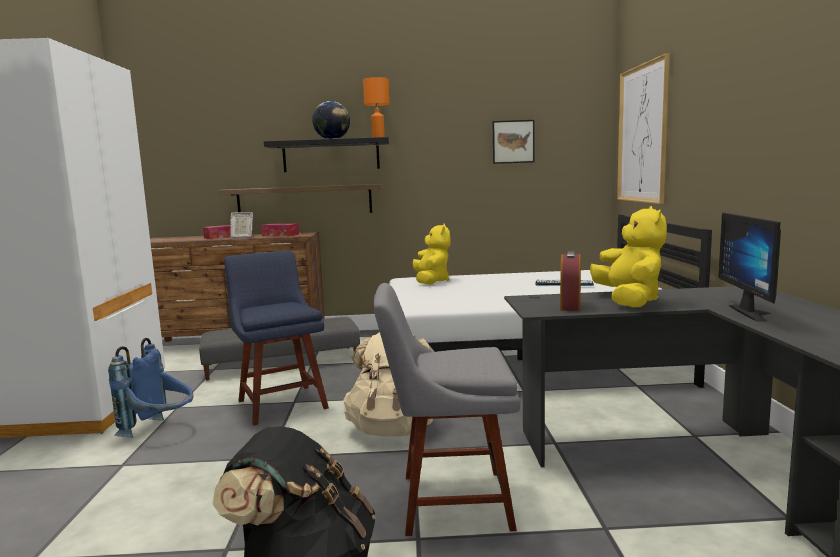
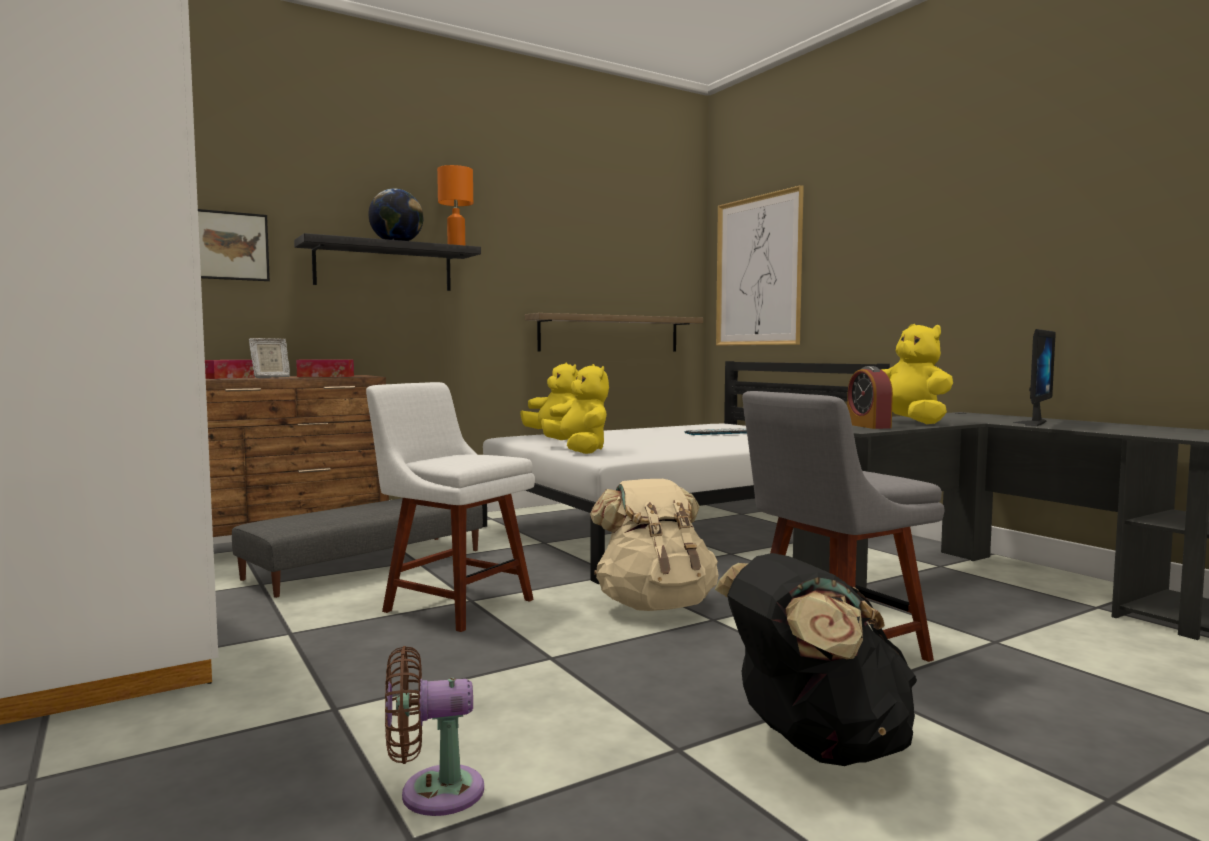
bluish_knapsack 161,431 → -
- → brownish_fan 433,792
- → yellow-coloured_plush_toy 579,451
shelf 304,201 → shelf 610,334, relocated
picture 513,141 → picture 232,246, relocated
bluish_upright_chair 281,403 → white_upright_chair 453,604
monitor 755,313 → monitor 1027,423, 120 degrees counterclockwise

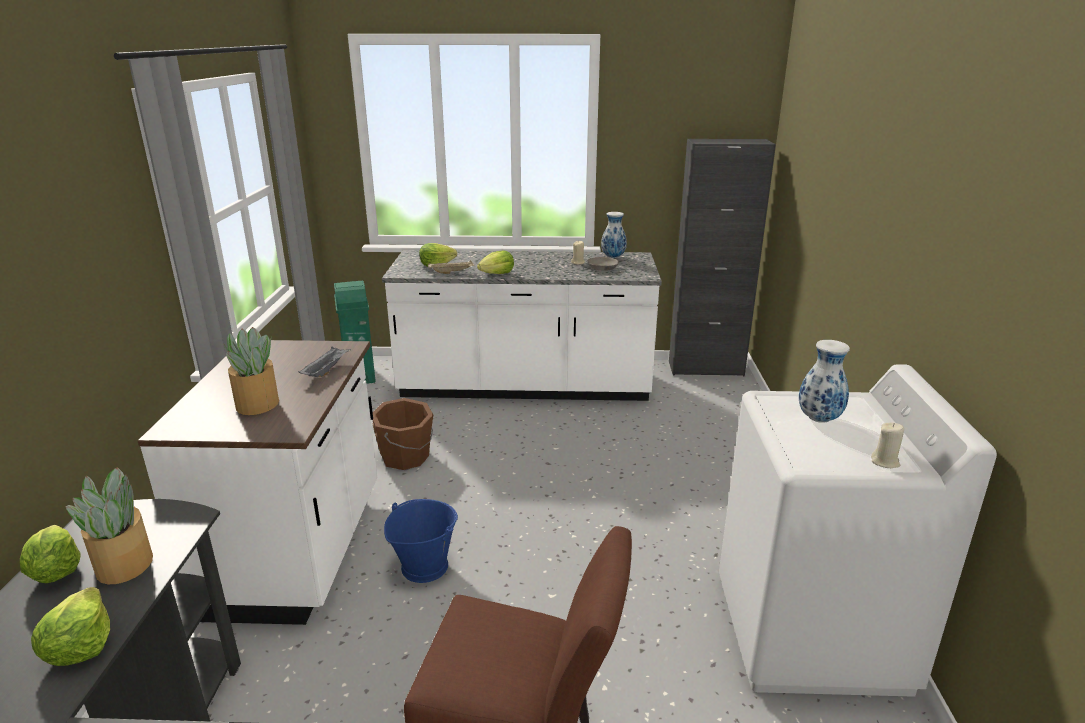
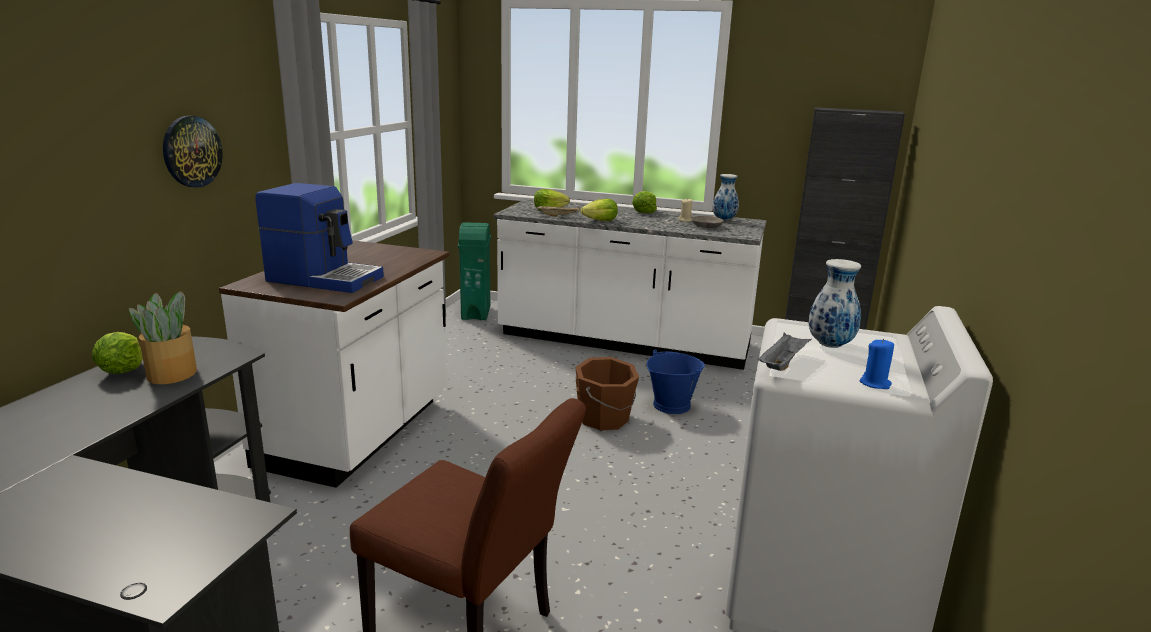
- → clock_on_the_wall 191,151
lettuce 80,645 → lettuce 643,211, relocated
gray_carrying_tray 326,371 → gray_carrying_tray 782,364, relocated
brownish_bucket 406,457 → brownish_bucket 604,418, relocated
bluish_bucket 424,566 → bluish_bucket 671,405, relocated
houseplant 256,404 → coffee_brewer 325,278
beige_wax_candle 885,462 → bluish_wax_candle 875,383

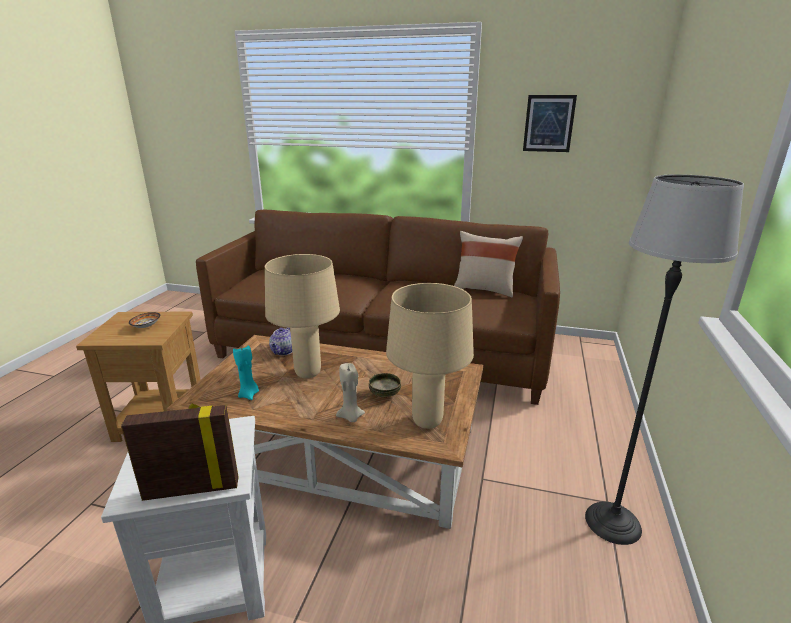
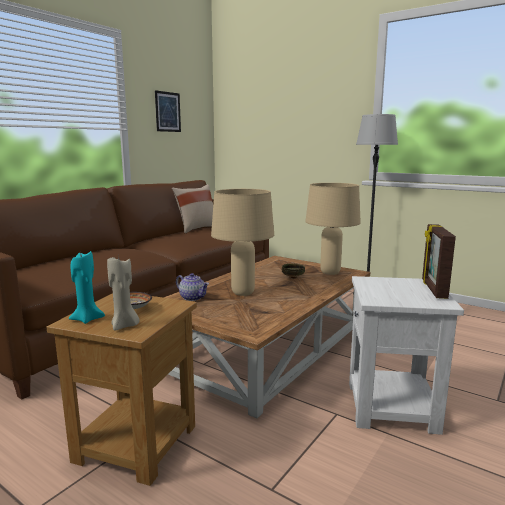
turquoise-coloured_wax_candle 249,395 → turquoise-coloured_wax_candle 87,319, relocated
beige_wax_candle 351,417 → beige_wax_candle 124,326, relocated

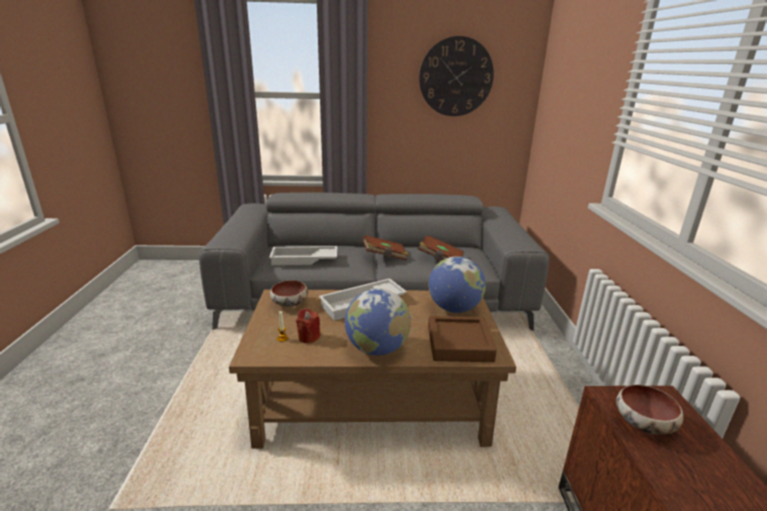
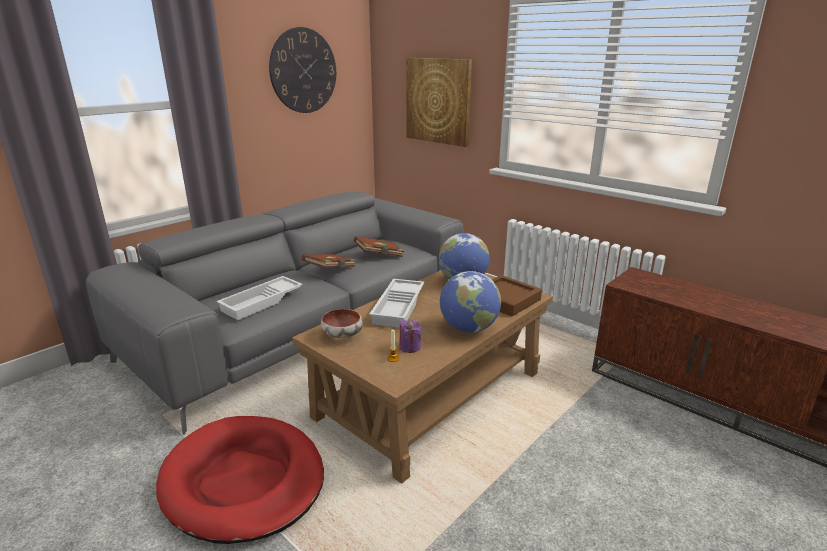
bowl 643,424 → -
- → red-coloured_dog_cushion 244,481
- → picture 438,101
red-coloured_wax_candle 308,337 → purple_wax_candle 410,347

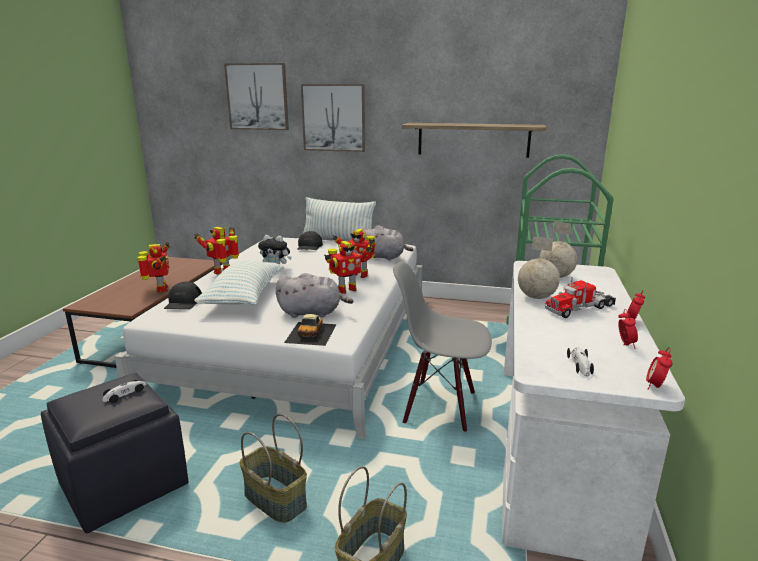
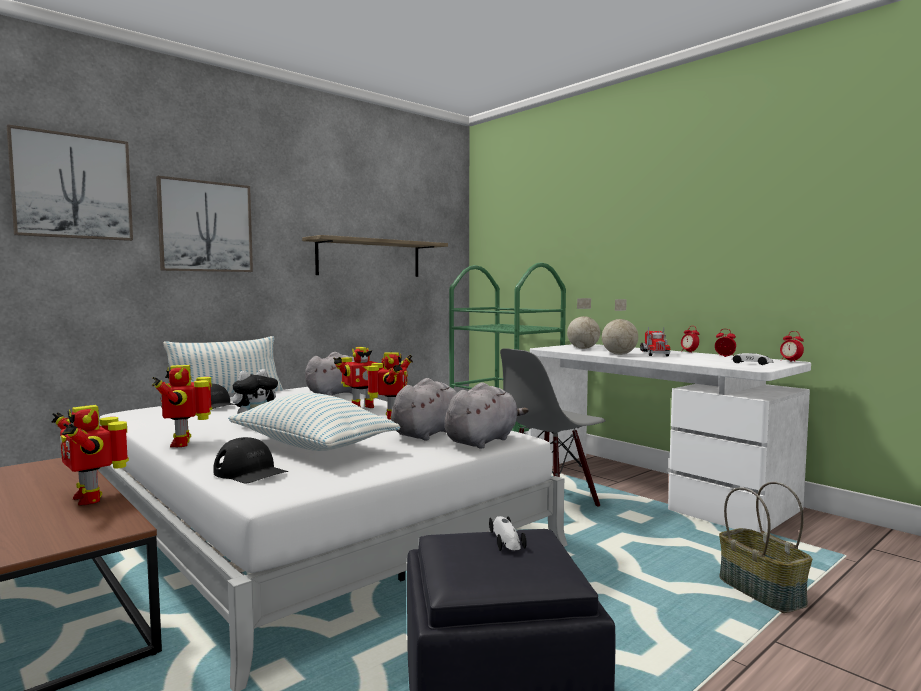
storage_basket 274,500 → -
model_car 311,333 → gray_plush_toy 483,441
model_robot 160,289 → model_robot 91,498, 150 degrees counterclockwise

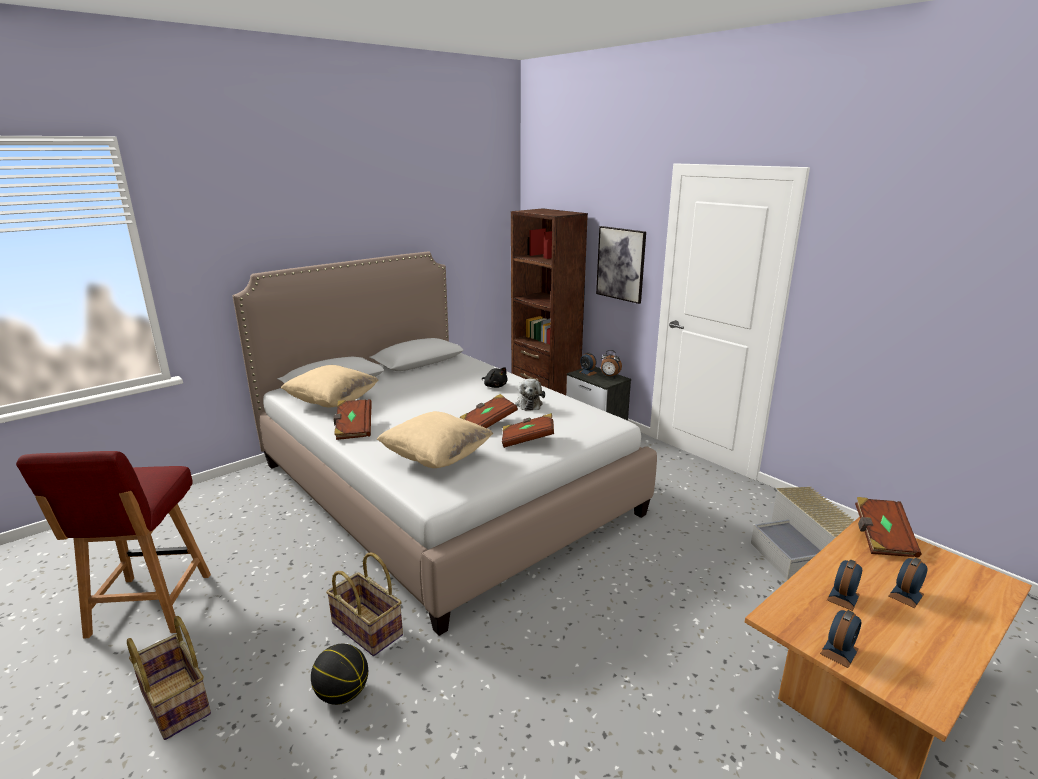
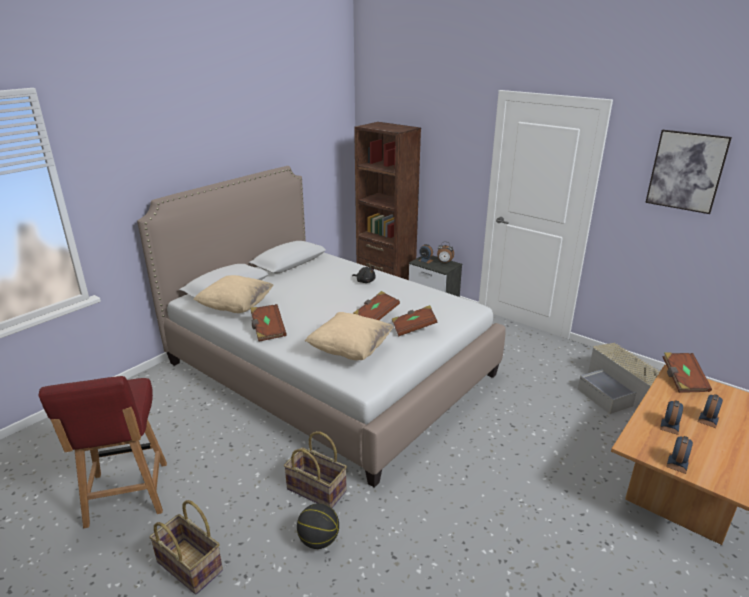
plush_toy 528,404 → -
picture 621,264 → picture 686,171, relocated

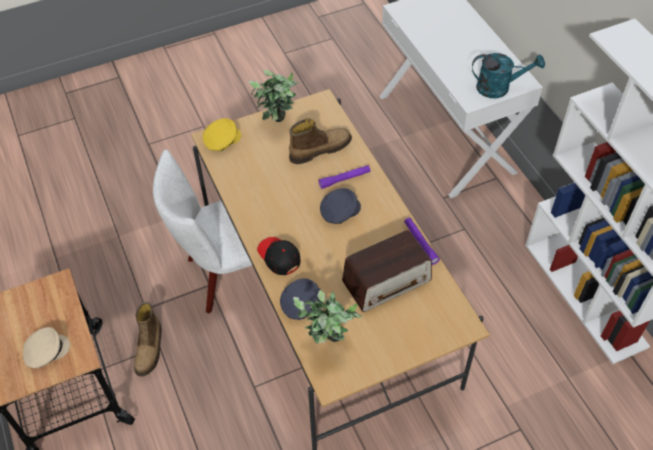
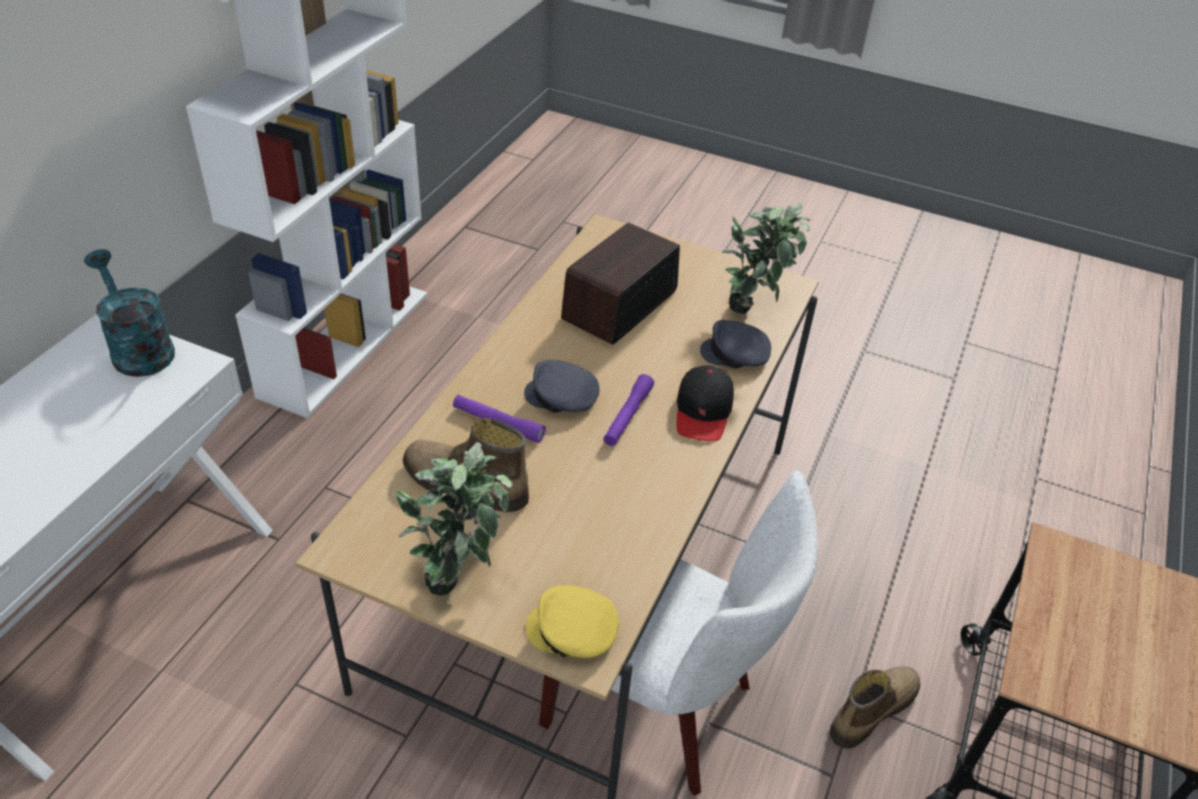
beige_cap 46,351 → -
purple_flashlight 420,243 → purple_flashlight 627,416, relocated
radio_set 387,281 → radio_set 619,305, 75 degrees counterclockwise

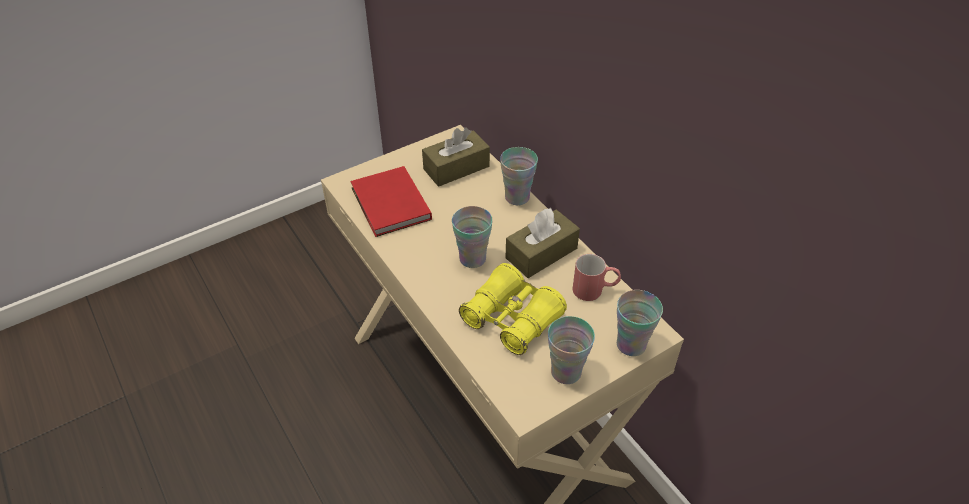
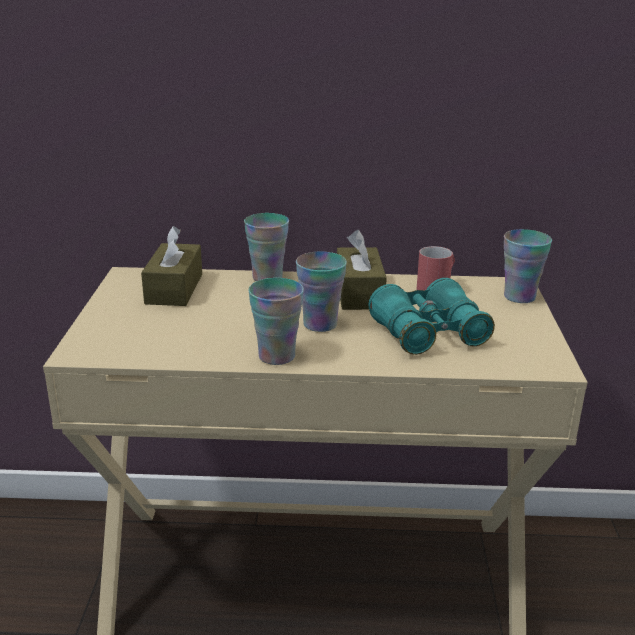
red-coloured_bound_book 390,205 → -
cup 566,372 → cup 276,356, relocated
yellow-coloured_binoculars 511,319 → turquoise-coloured_binoculars 428,334

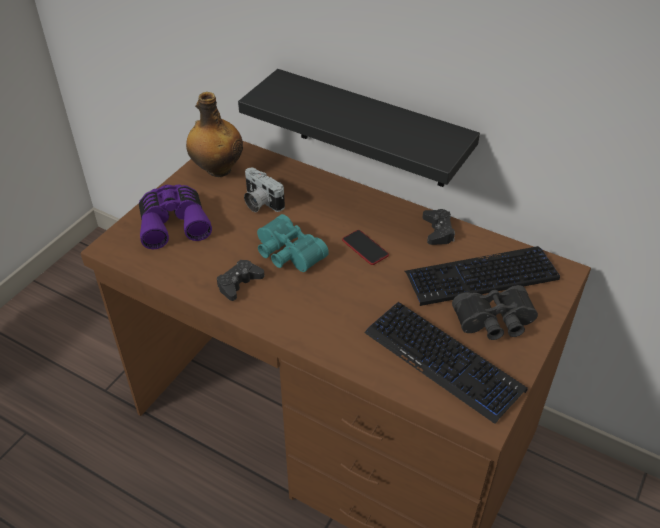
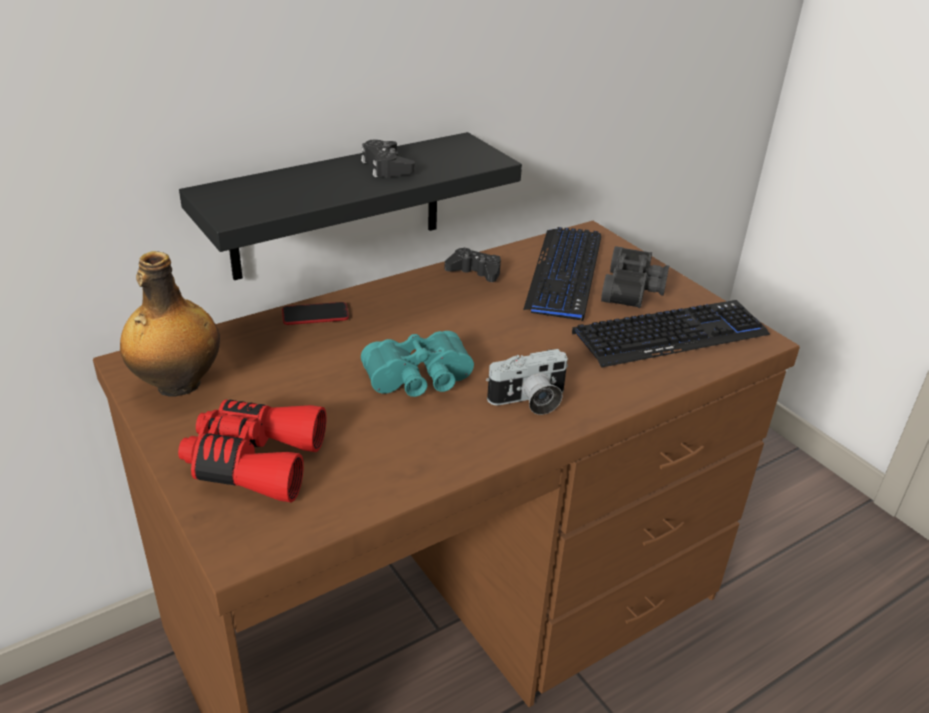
black-coloured_joypad 239,283 → black-coloured_joypad 386,166, relocated
still_camera 260,202 → still_camera 529,401, relocated
telephone 365,248 → telephone 315,315, relocated
purple_binoculars 173,223 → red-coloured_binoculars 253,462

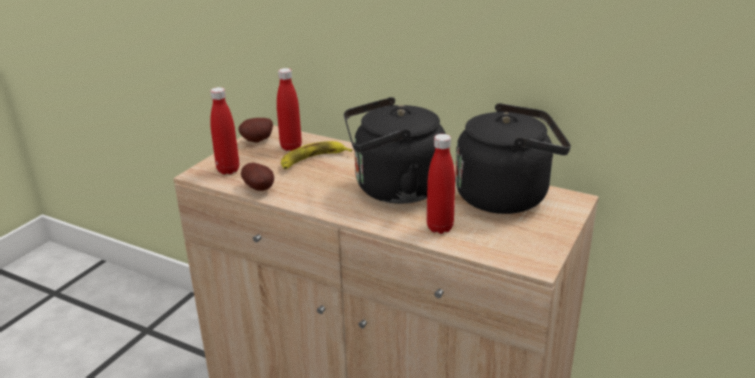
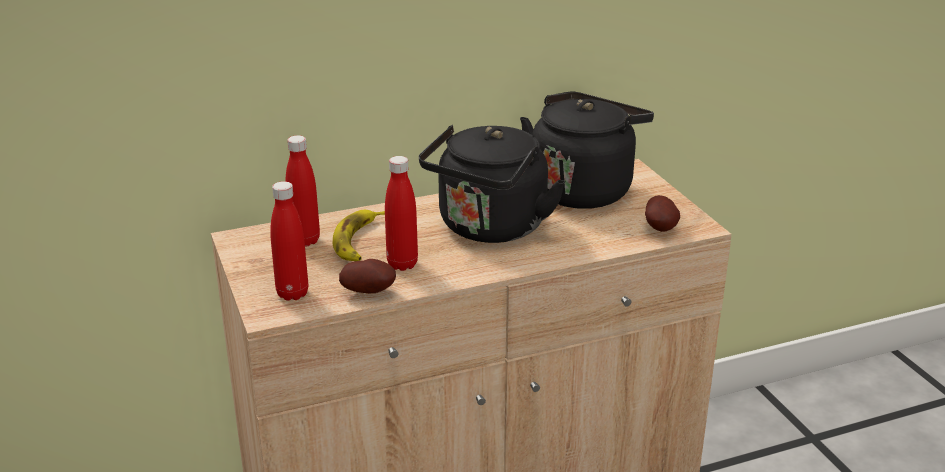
spud 258,141 → spud 661,229, relocated
red-coloured_drink_bottle 439,228 → red-coloured_drink_bottle 402,264, relocated

